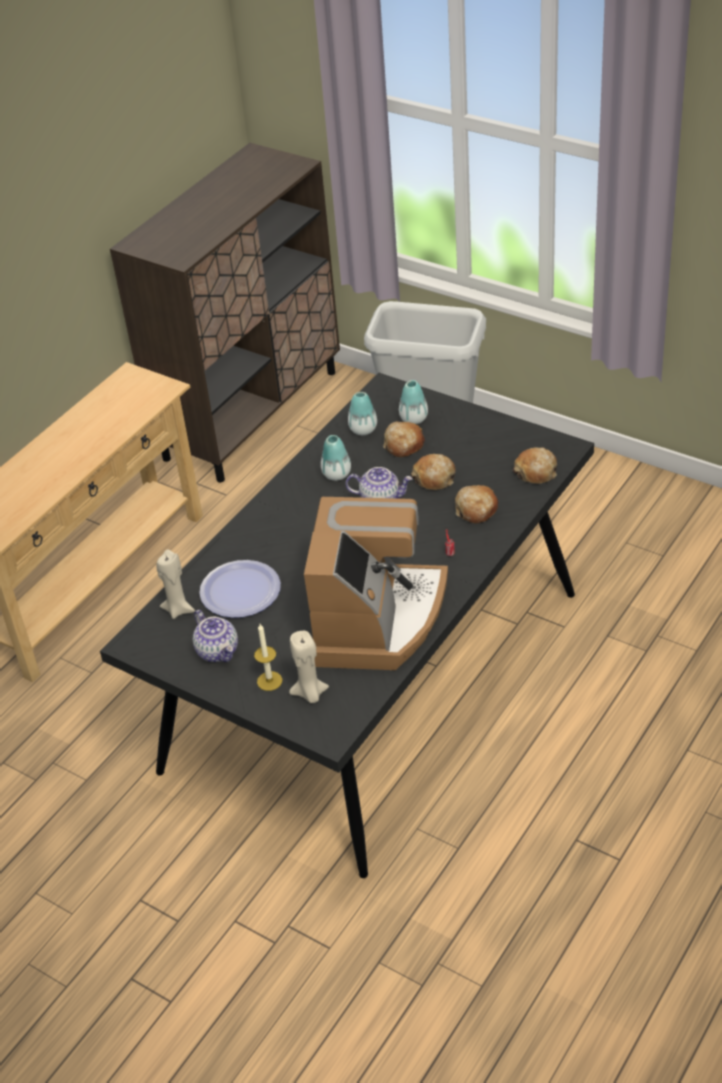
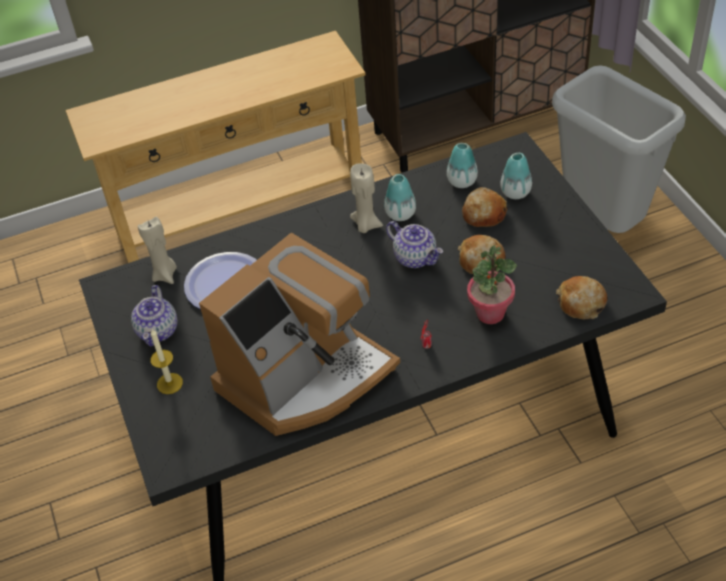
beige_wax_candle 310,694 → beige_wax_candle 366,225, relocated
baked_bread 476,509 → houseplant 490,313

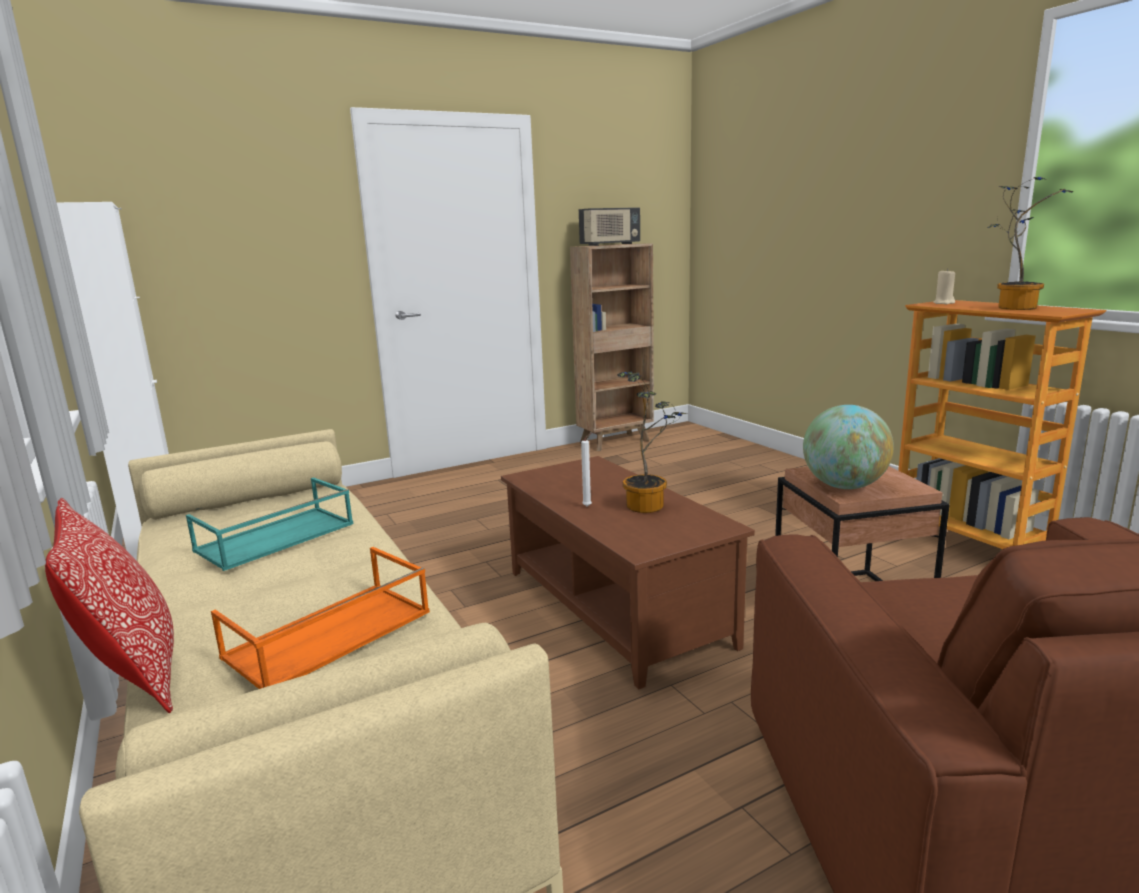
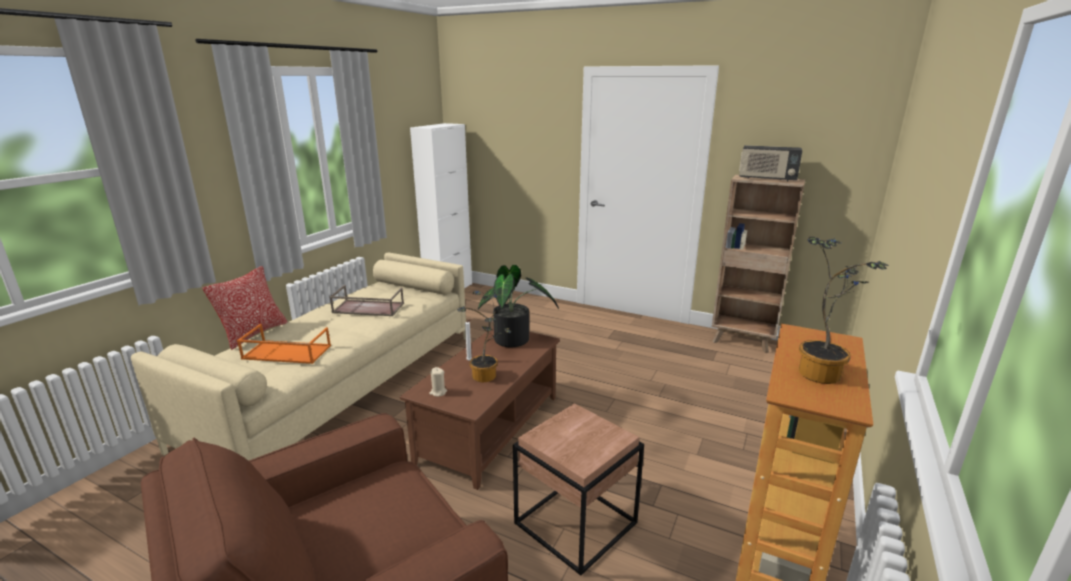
world_globe 844,486 → -
- → houseplant 515,341
beige_wax_candle 943,303 → beige_wax_candle 438,392, relocated
turquoise-coloured_carrying_tray 275,538 → brownish_carrying_tray 367,308

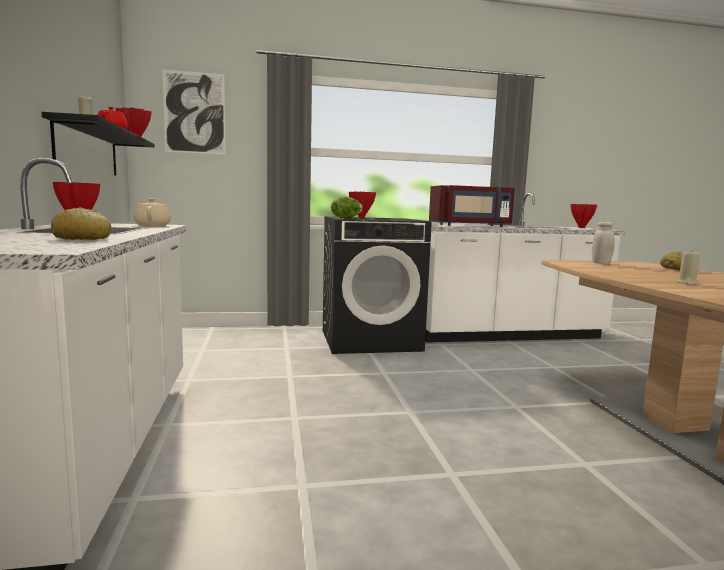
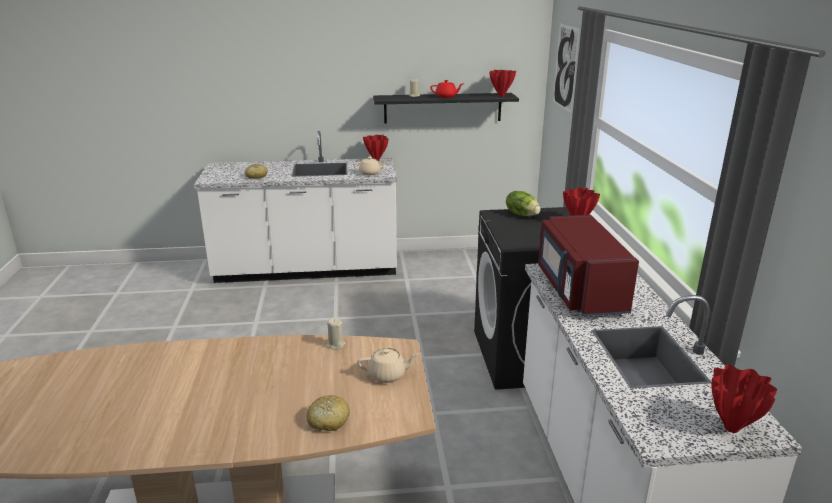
beige_wax_candle 687,283 → beige_wax_candle 335,345, relocated
white_storage_jar 601,263 → beige_pot_for_tea 387,375

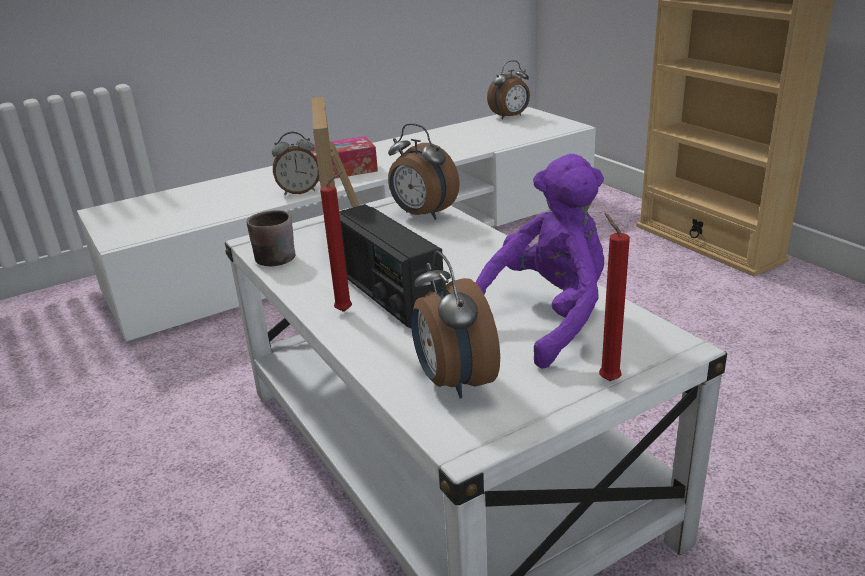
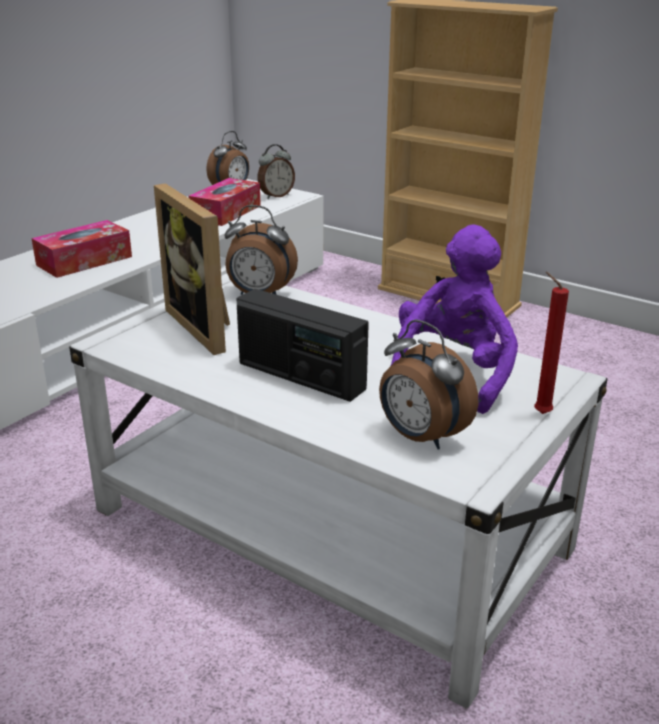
brownish_mug 271,256 → -
red-coloured_wax_candle 347,311 → -
- → box_of_tissues 226,212
bedside_clock 299,191 → bedside_clock 276,196, relocated

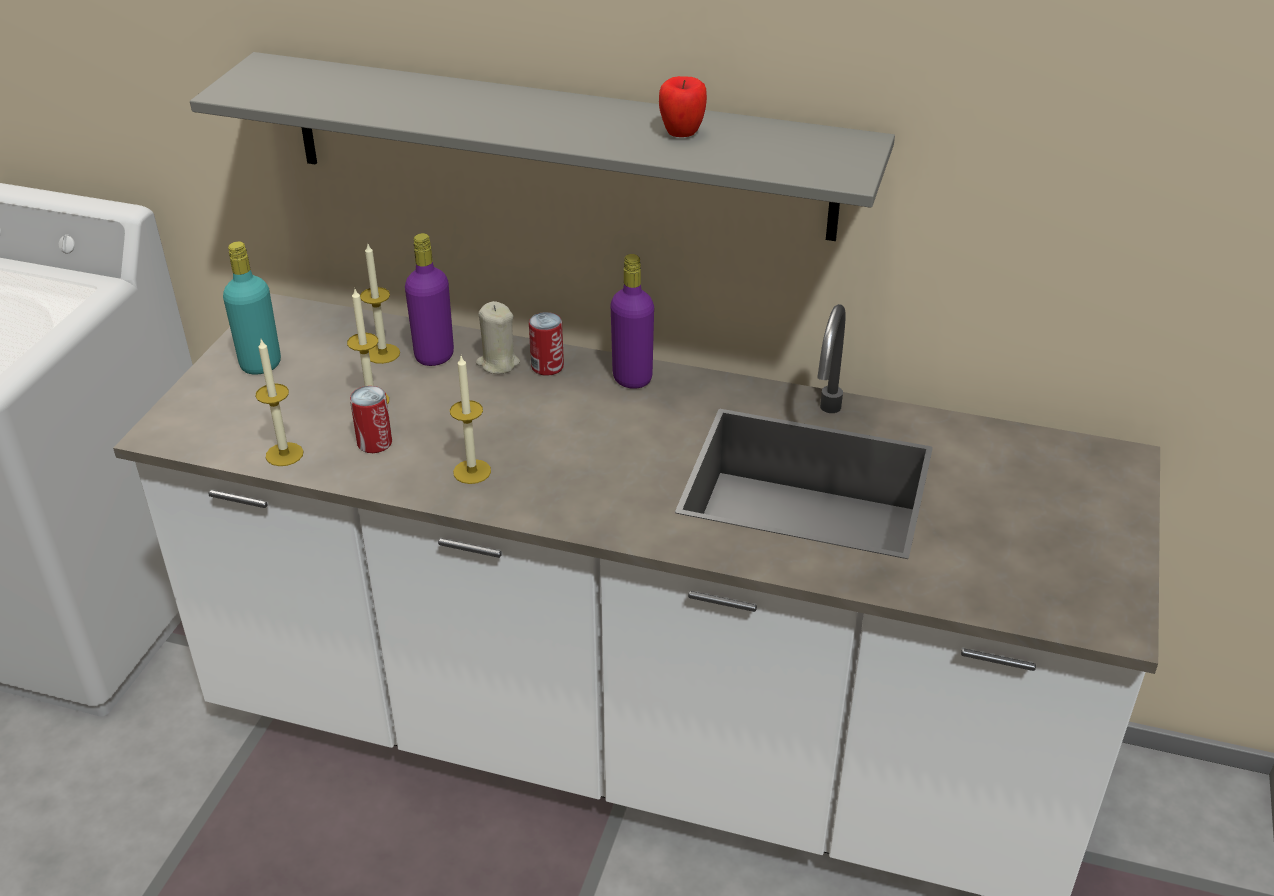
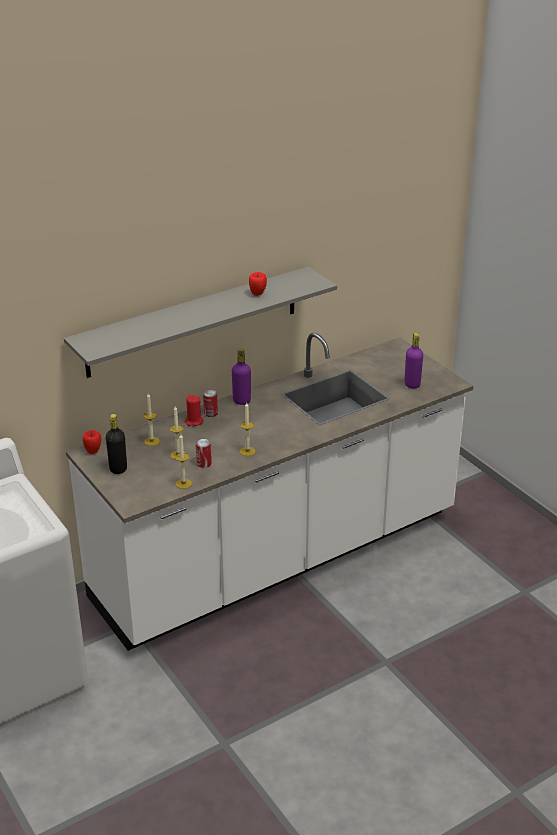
- → apple 93,451
purple_drink_bottle 434,356 → purple_drink_bottle 412,384, relocated
turquoise-coloured_drink_bottle 261,365 → black-coloured_drink_bottle 118,469
beige_wax_candle 498,363 → red-coloured_wax_candle 194,421

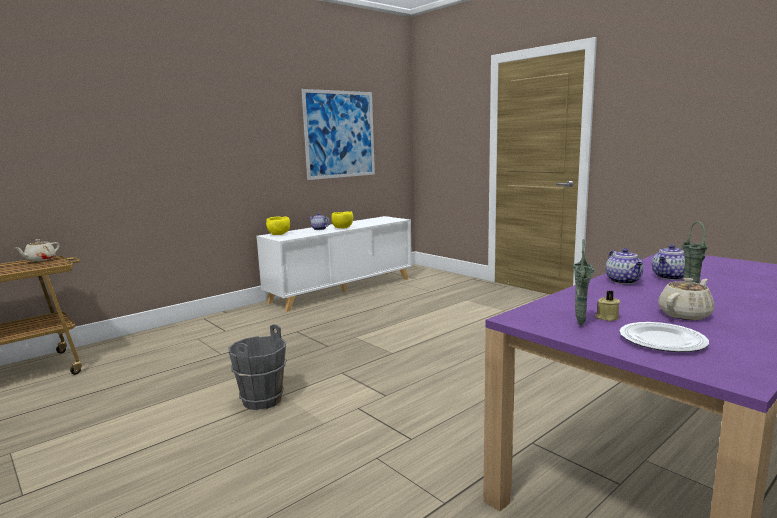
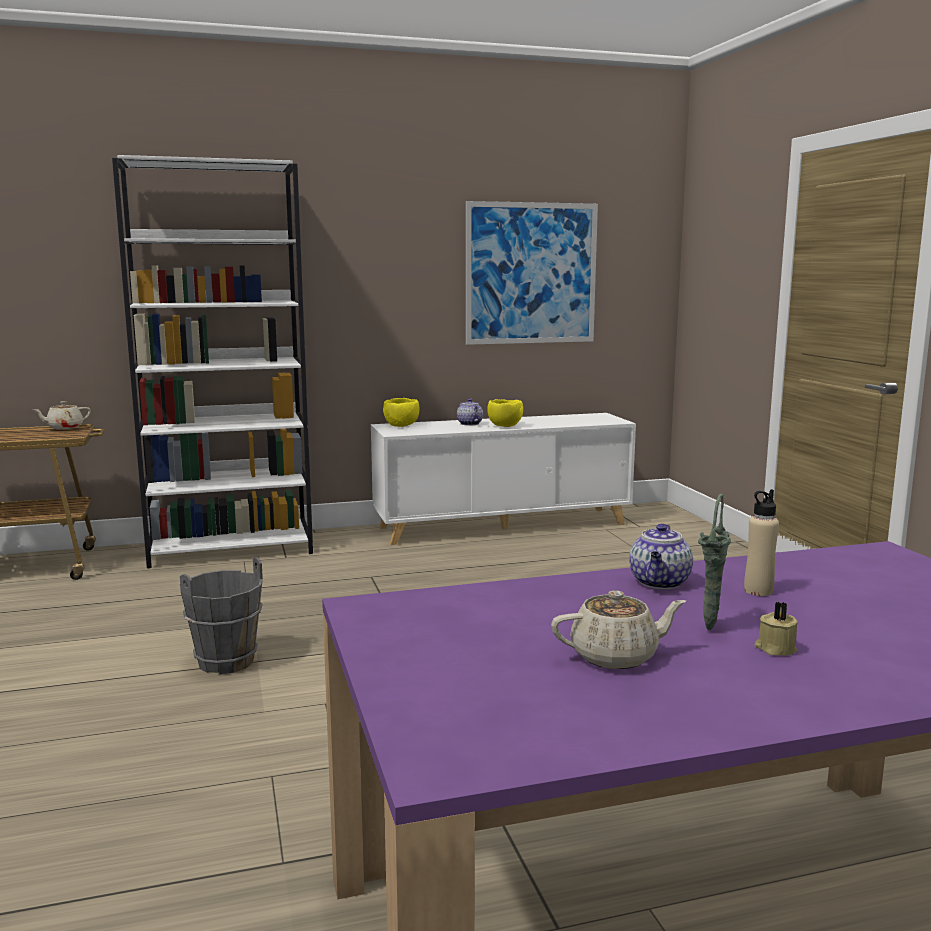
green_decorative_vase 580,325 → -
dinner_plate 663,340 → -
- → white_bookcase 232,548
beige_wax_candle 606,318 → beige_wax_candle 775,649, relocated
pot_for_tea 669,277 → beige_drink_bottle 758,591

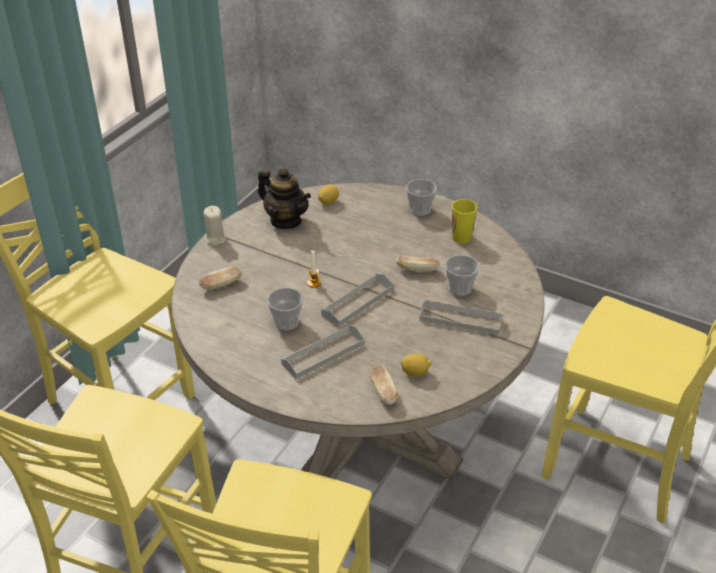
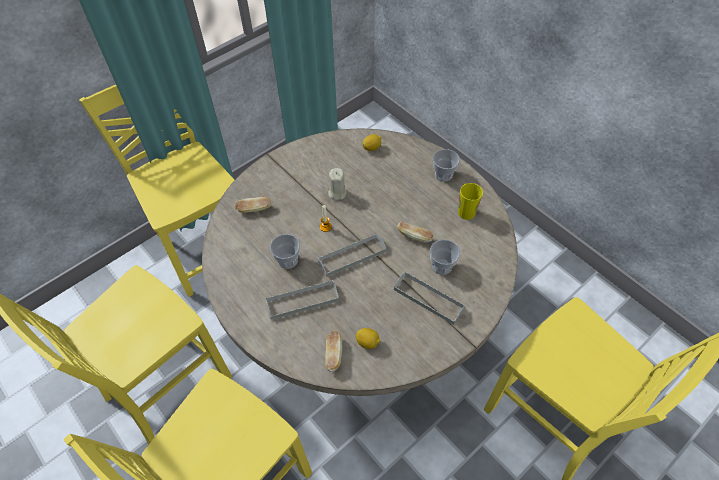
pot_for_tea 286,220 → -
beige_wax_candle 215,239 → beige_wax_candle 337,193, relocated

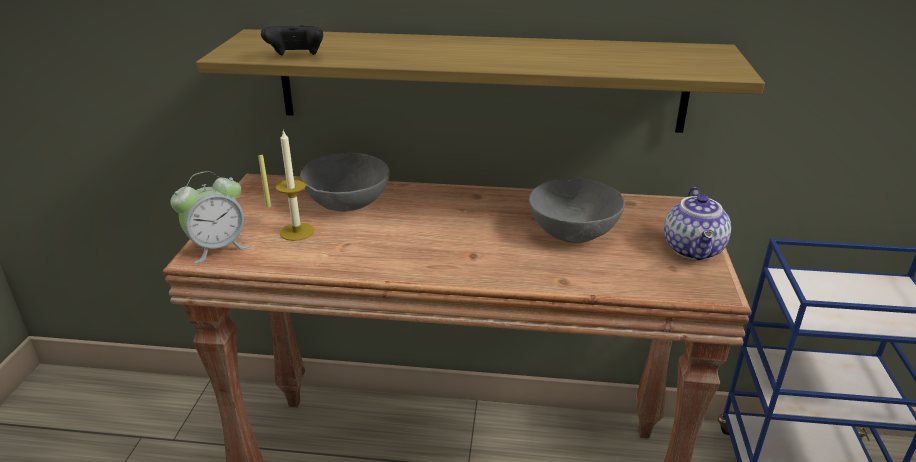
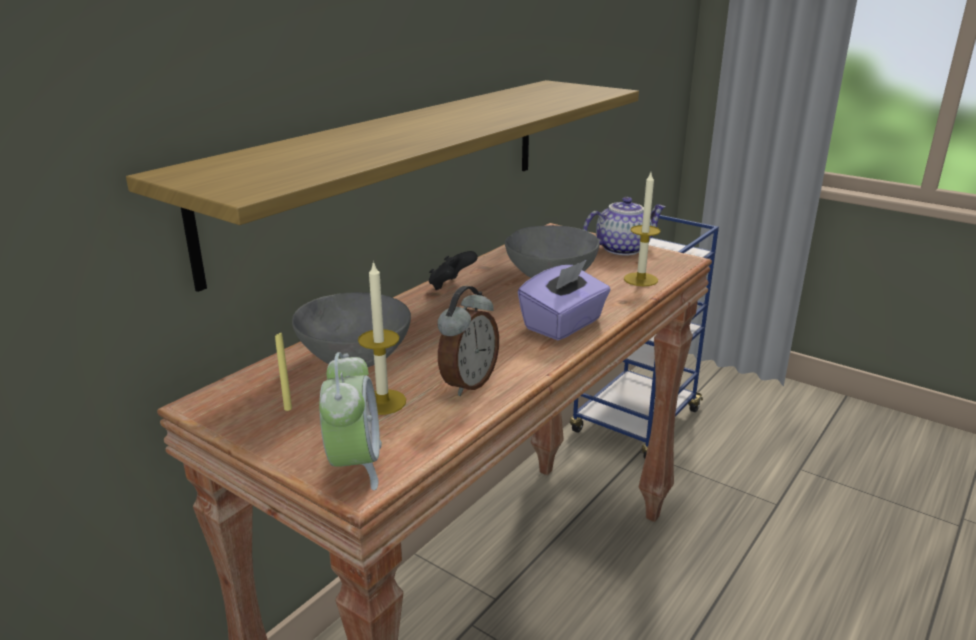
- → bedside_clock 467,383
- → purple_box_of_tissues 564,324
- → wax_candle 640,279
black-coloured_joypad 296,57 → black-coloured_joypad 451,286, relocated
pot_for_tea 694,250 → pot_for_tea 622,248, 60 degrees counterclockwise

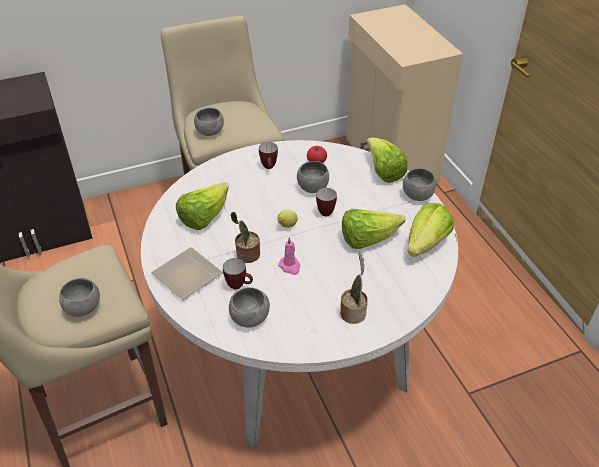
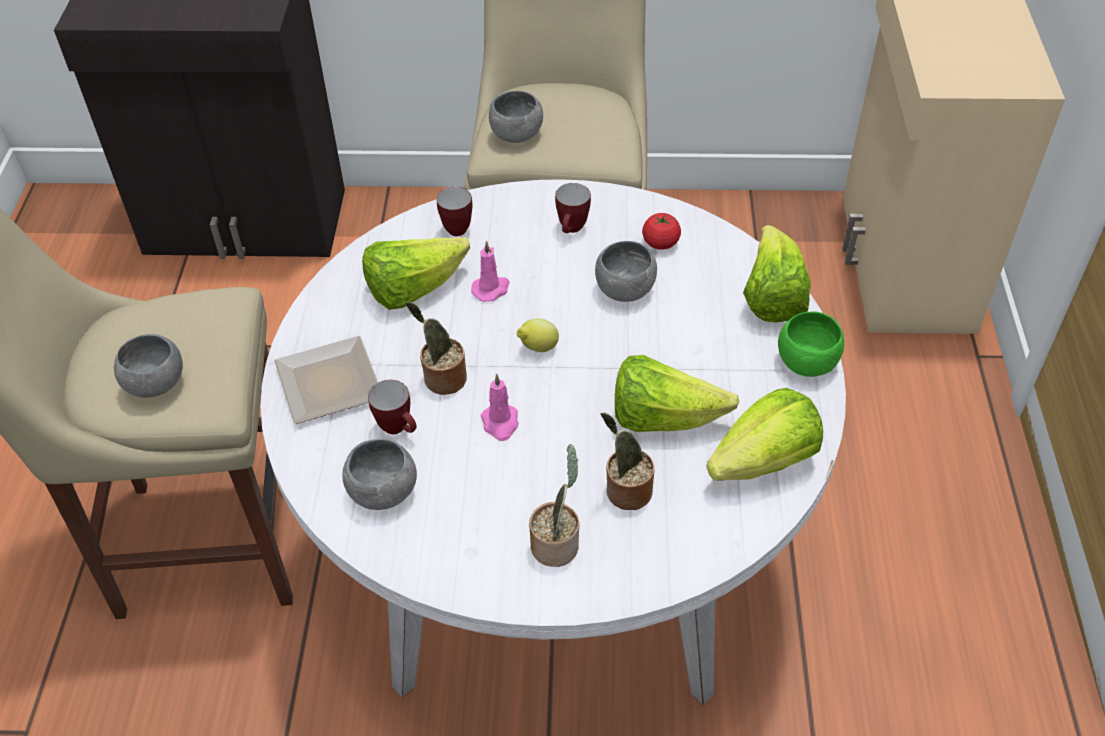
- → pink_wax_candle 491,289
- → houseplant 625,491
mug 324,211 → mug 457,227, relocated
gray_bowl 417,195 → green_bowl 806,362

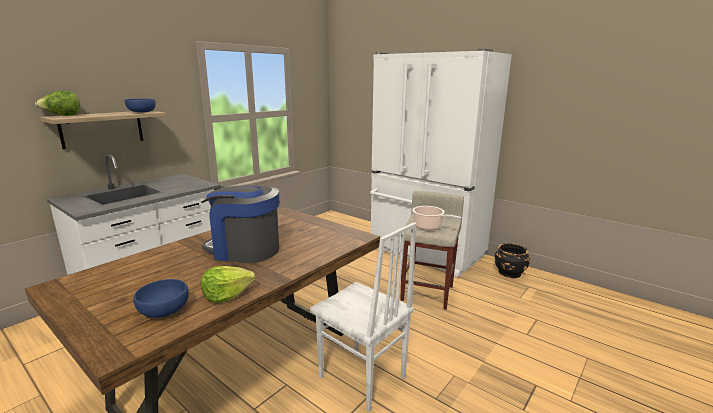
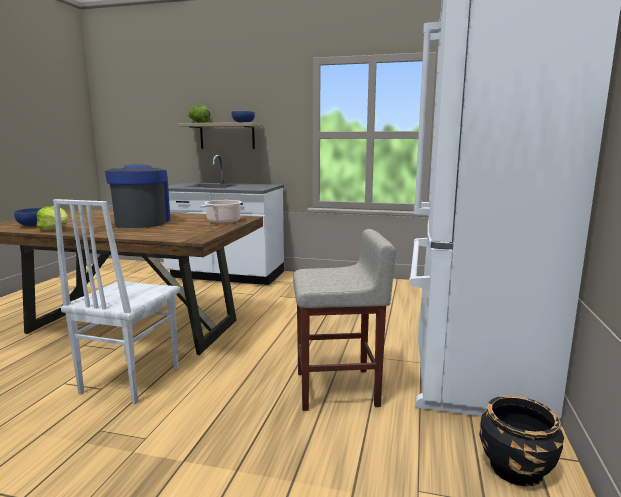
stockpot 429,227 → stockpot 222,222, relocated

